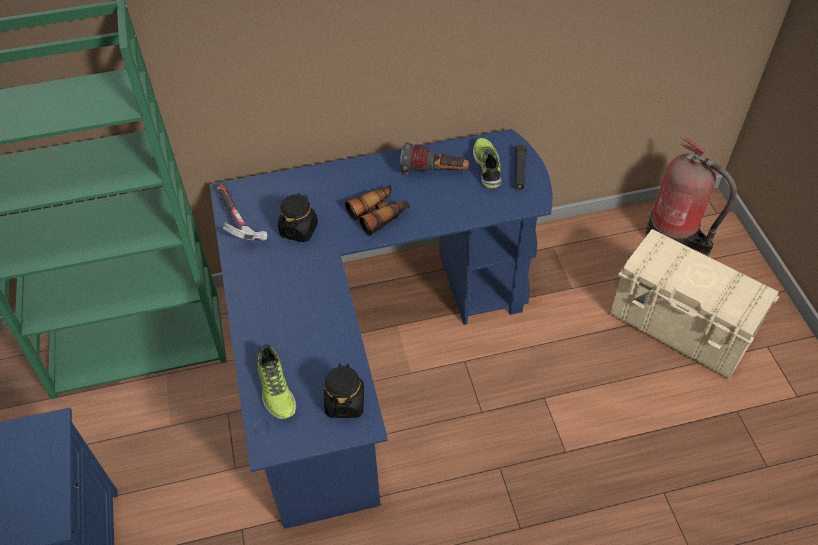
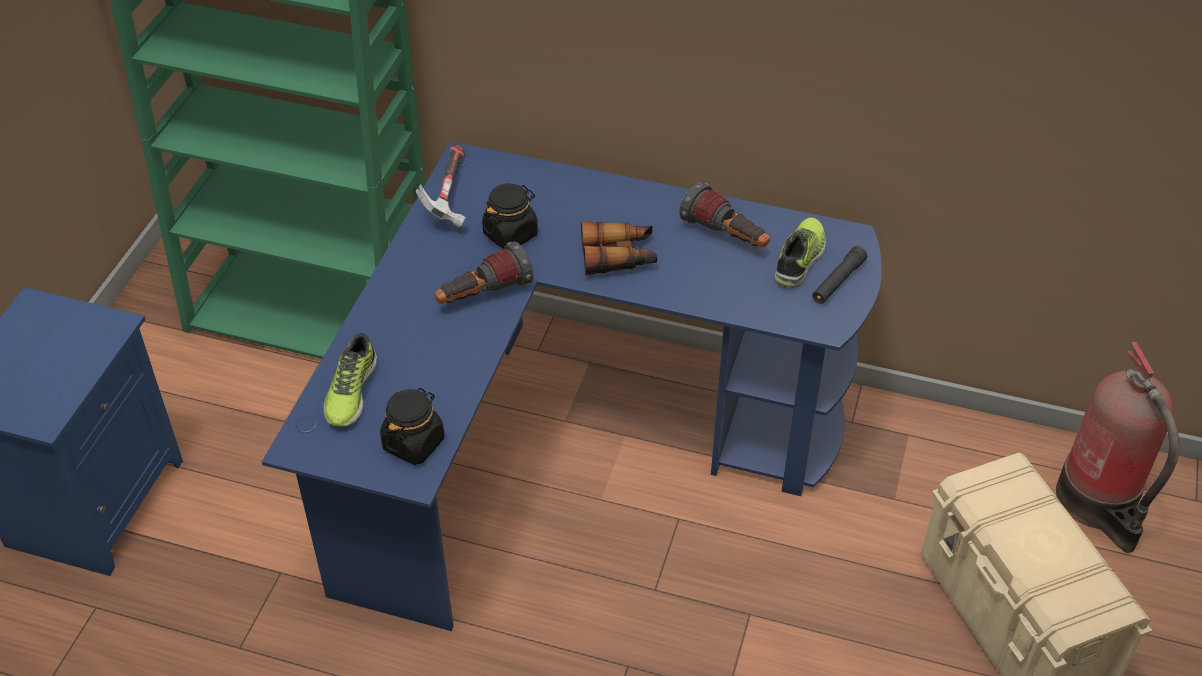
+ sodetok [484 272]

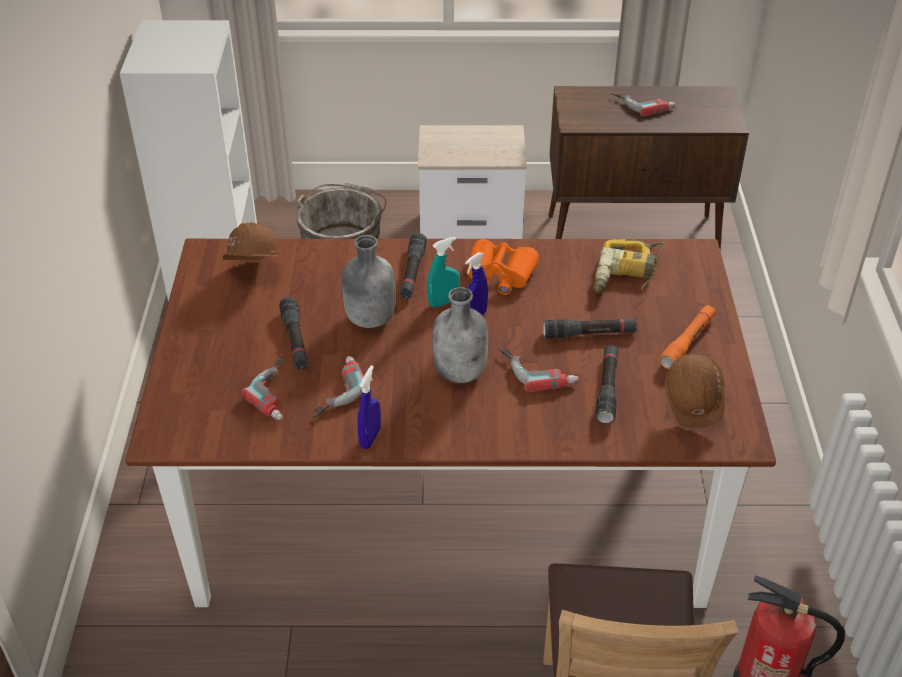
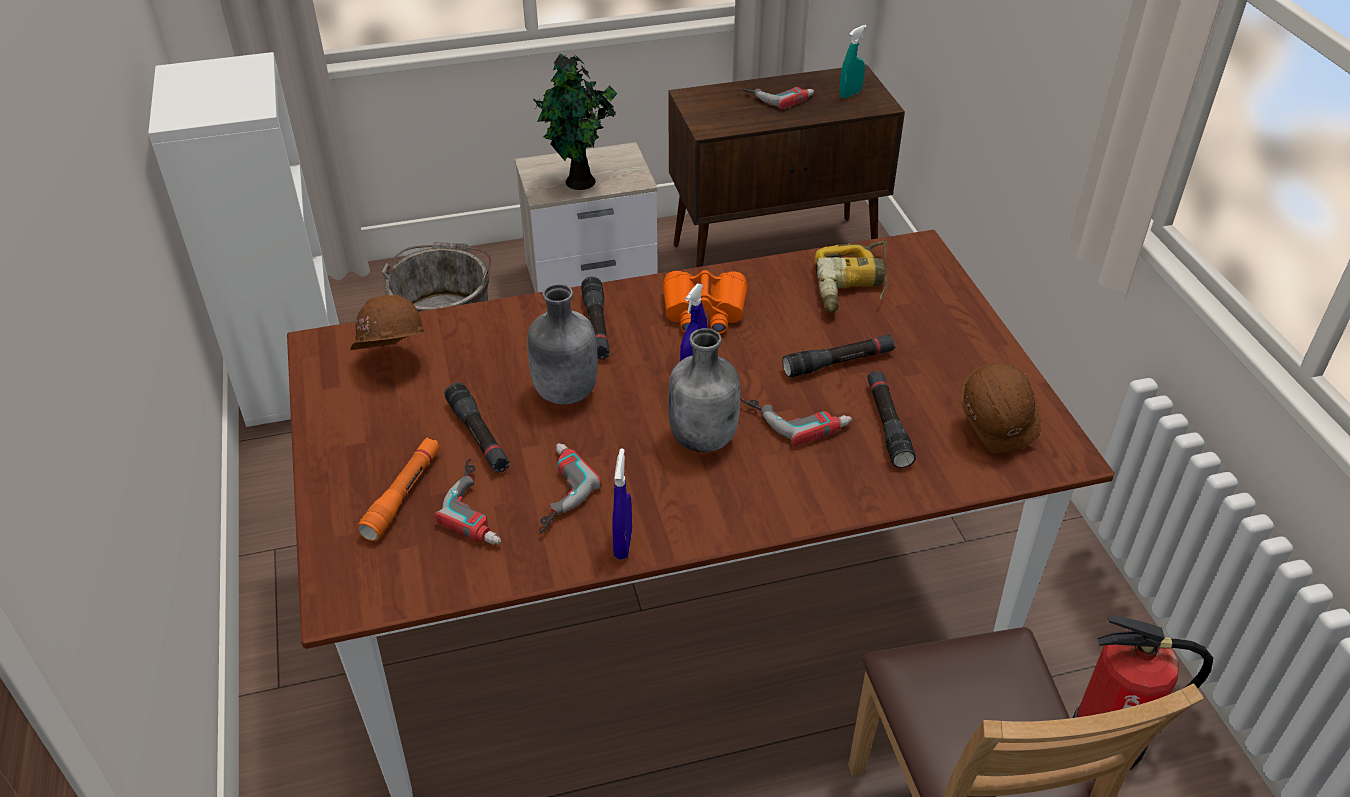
~ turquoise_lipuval [443 272] to [853 61]
~ orange_sodetok [687 337] to [398 489]
+ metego [575 121]

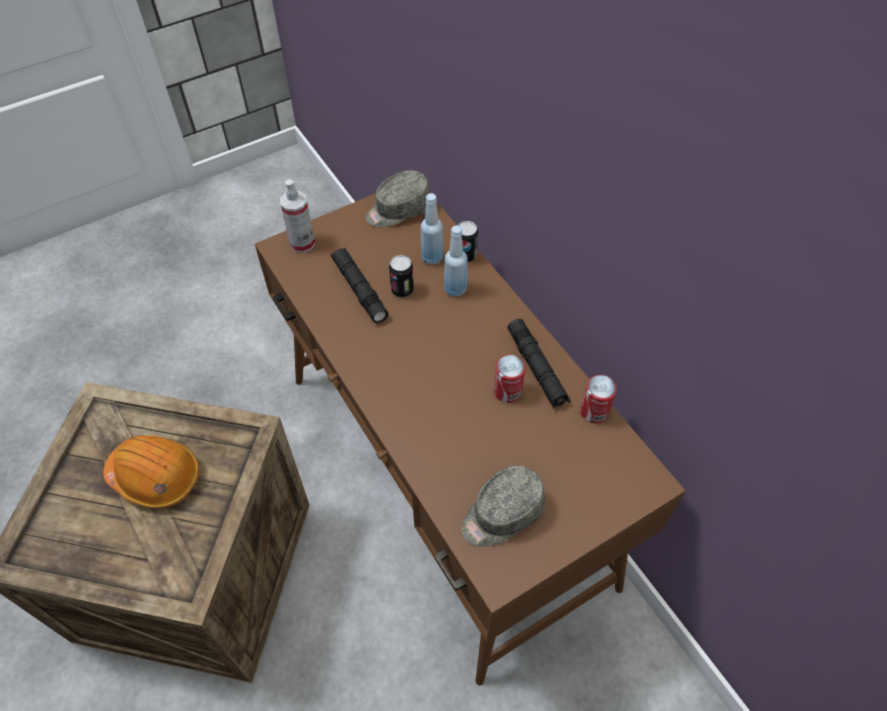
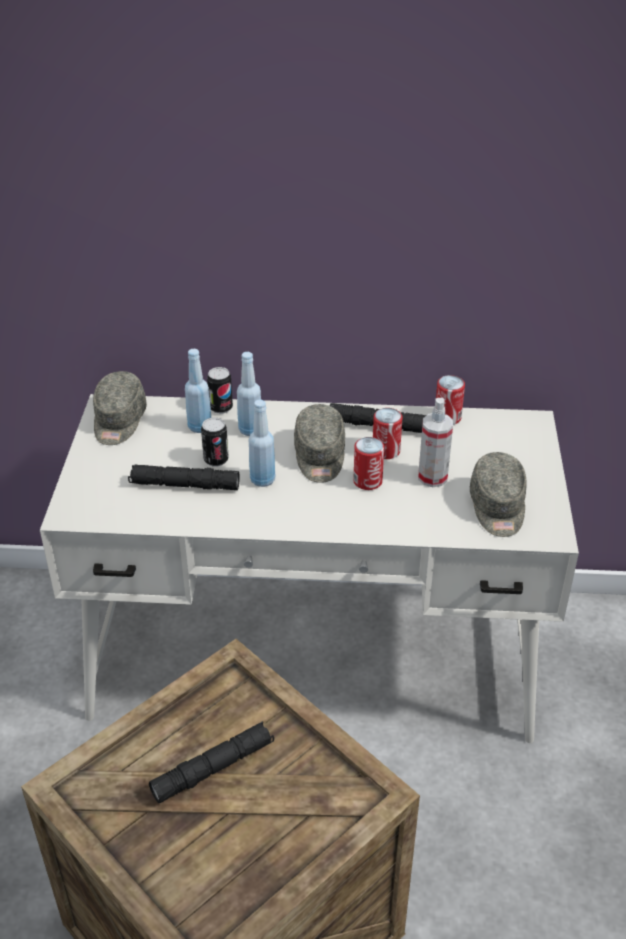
~ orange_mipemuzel [151 471] to black_sodetok [211 762]
~ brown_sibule [470 439] to white_sibule [309 568]
~ lipuval [297 216] to [435 442]
+ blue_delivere [262 443]
+ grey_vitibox [319 443]
+ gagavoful [368 463]

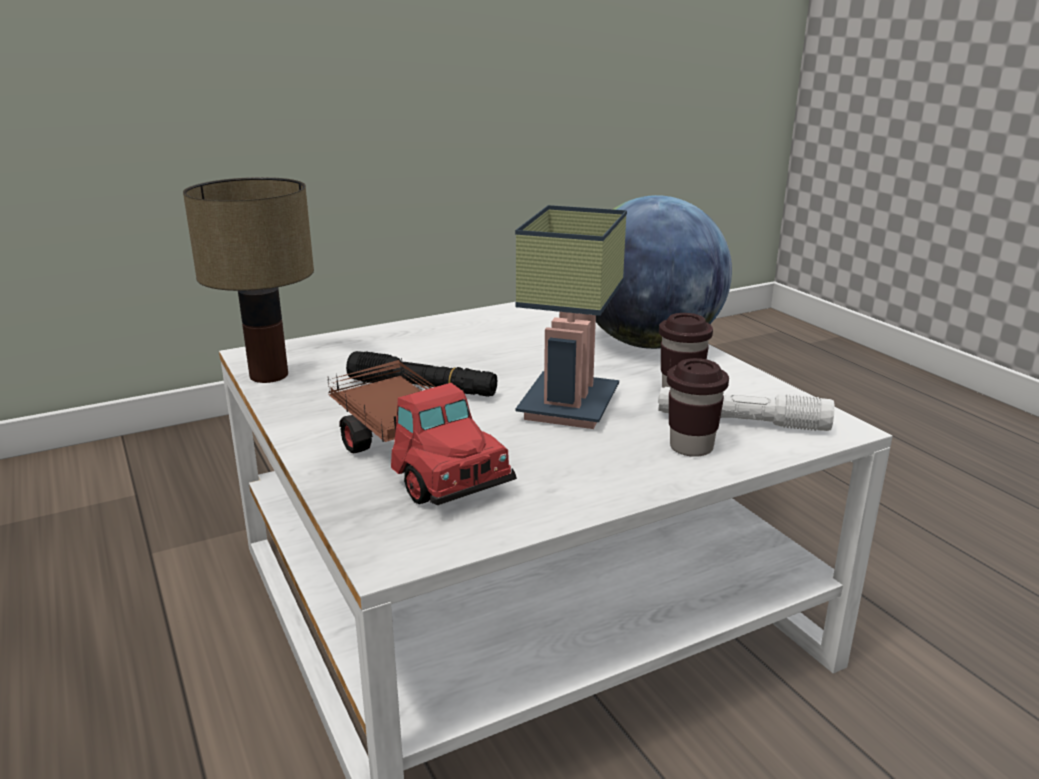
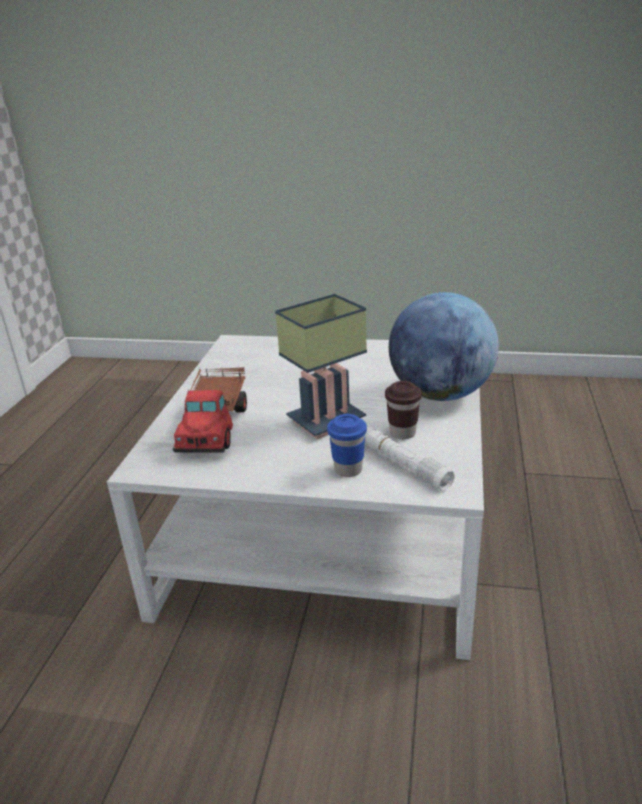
- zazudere [248 280]
- black_sodetok [421 374]
~ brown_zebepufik [698 407] to blue_zebepufik [347 445]

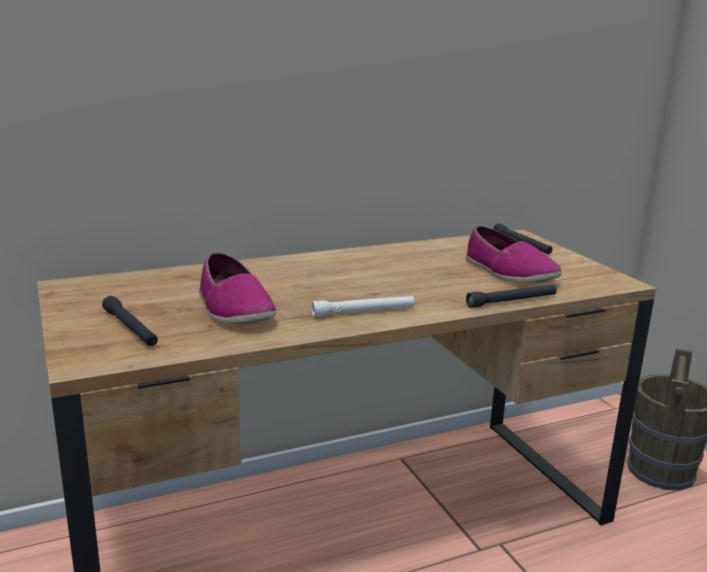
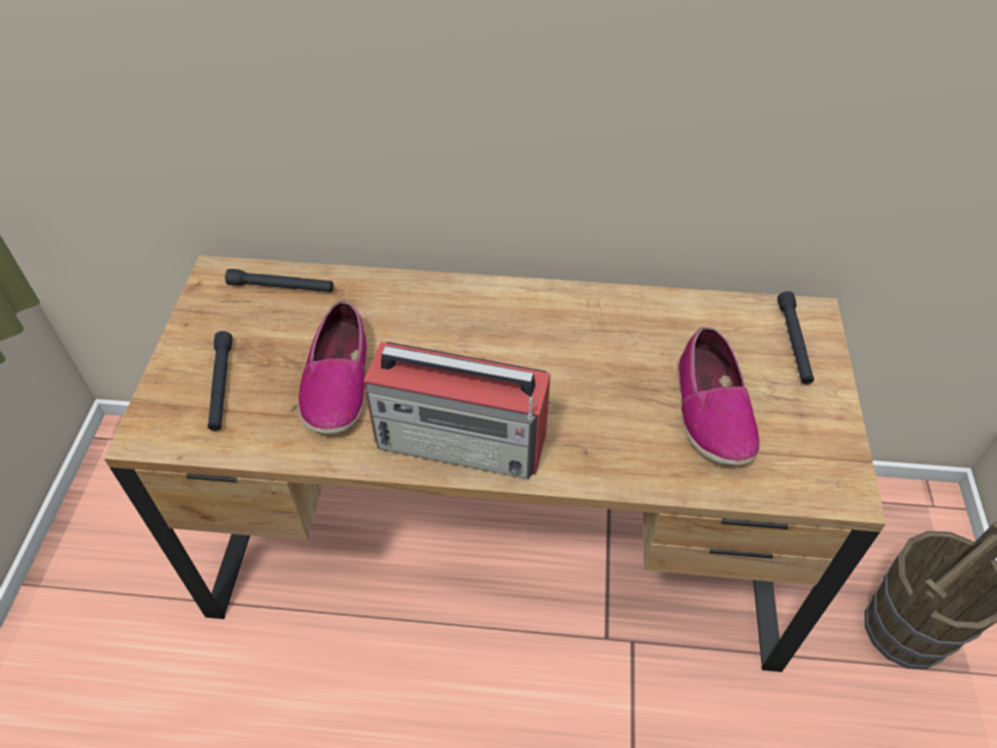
~ white_sodetok [363 306] to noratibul [457 410]
~ black_sodetok [511 296] to [279 280]

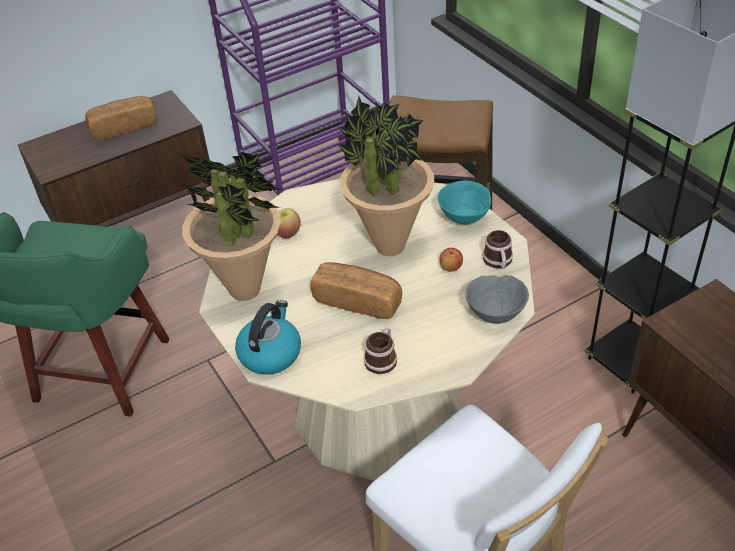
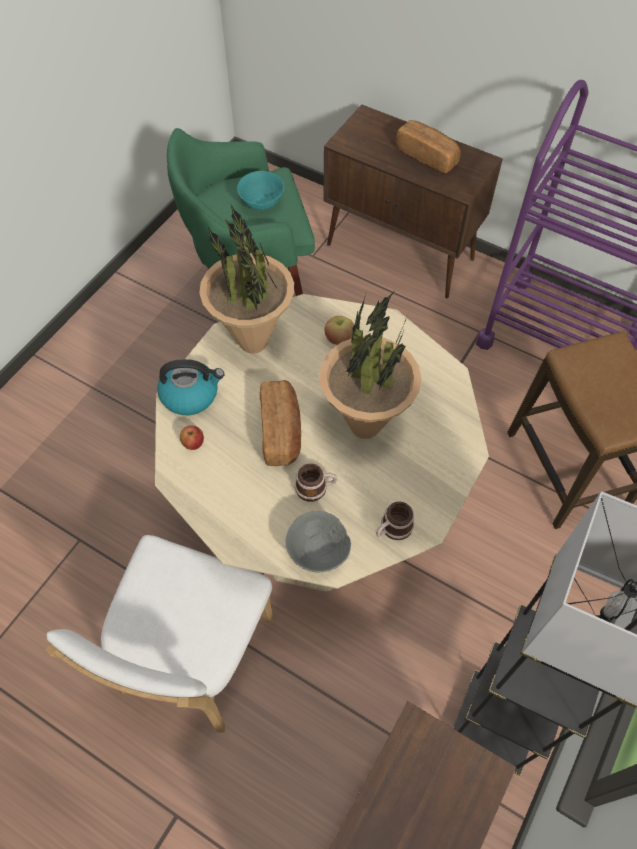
~ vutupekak [380 351] to [316 482]
~ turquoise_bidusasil [464 203] to [261 190]
~ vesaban [451 260] to [192 437]

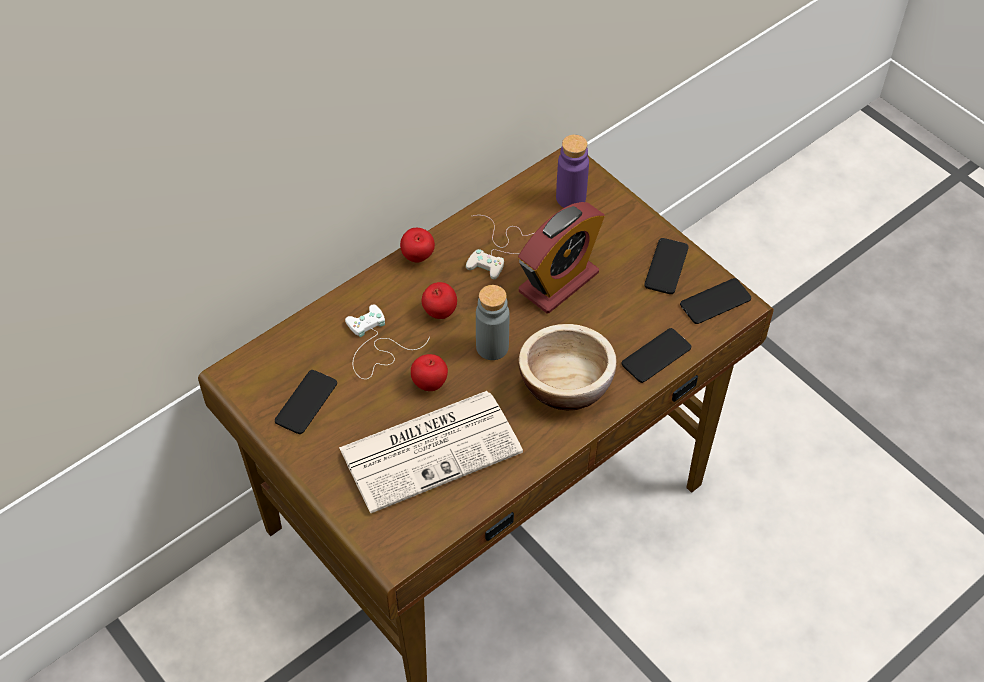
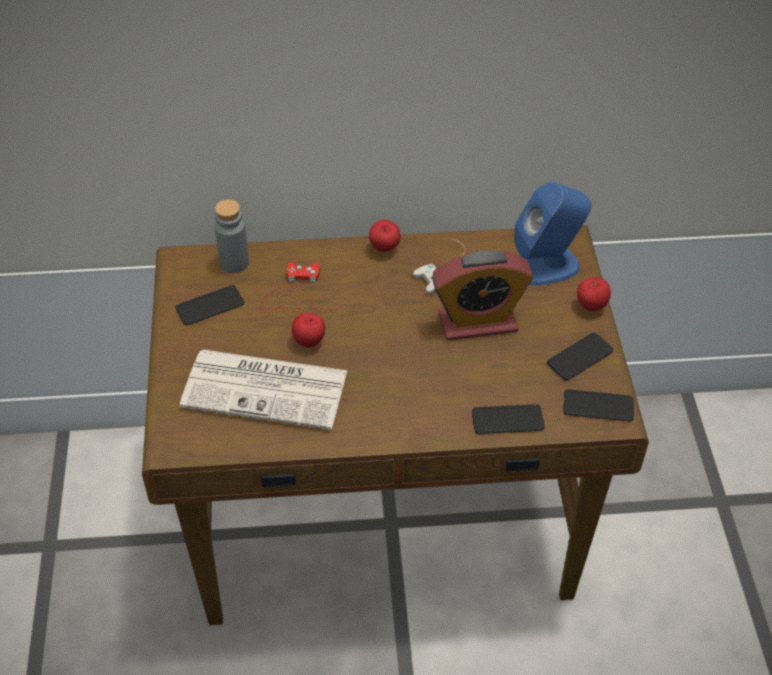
~ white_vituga [387 341] to red_vituga [299 287]
~ vesaban [439 300] to [594 294]
~ grey_delivere [492 322] to [232 236]
- bidusasil [567 367]
~ purple_delivere [572 171] to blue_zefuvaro [552 234]

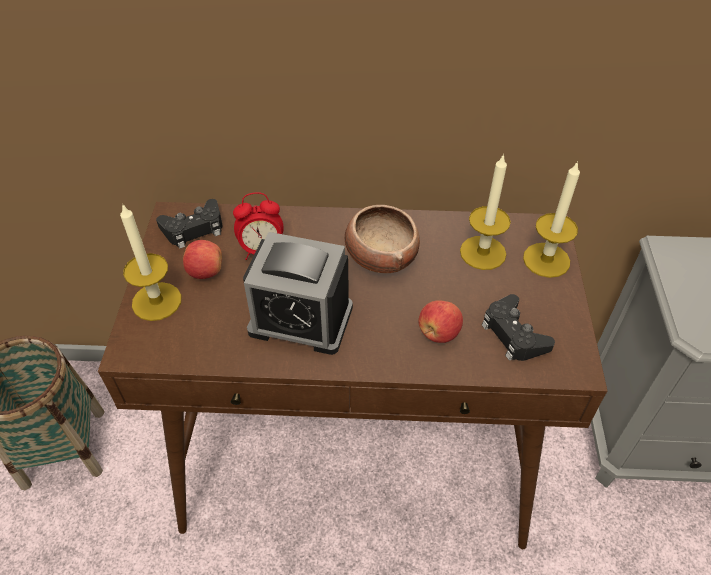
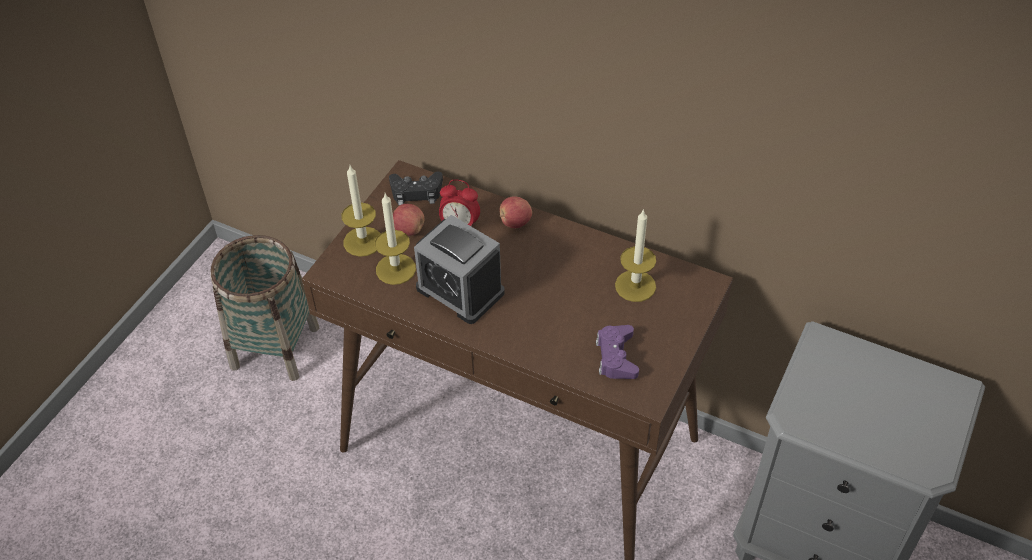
- bidusasil [382 239]
~ vesaban [440 321] to [515 212]
~ black_vituga [518 327] to purple_vituga [617 352]
~ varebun [551 219] to [395 239]

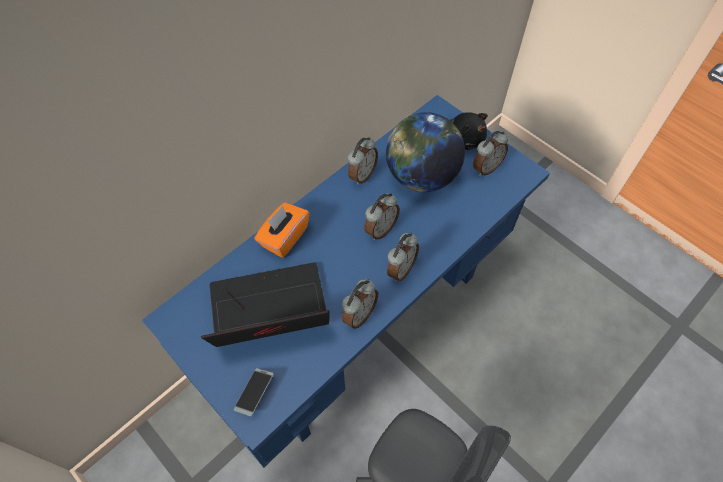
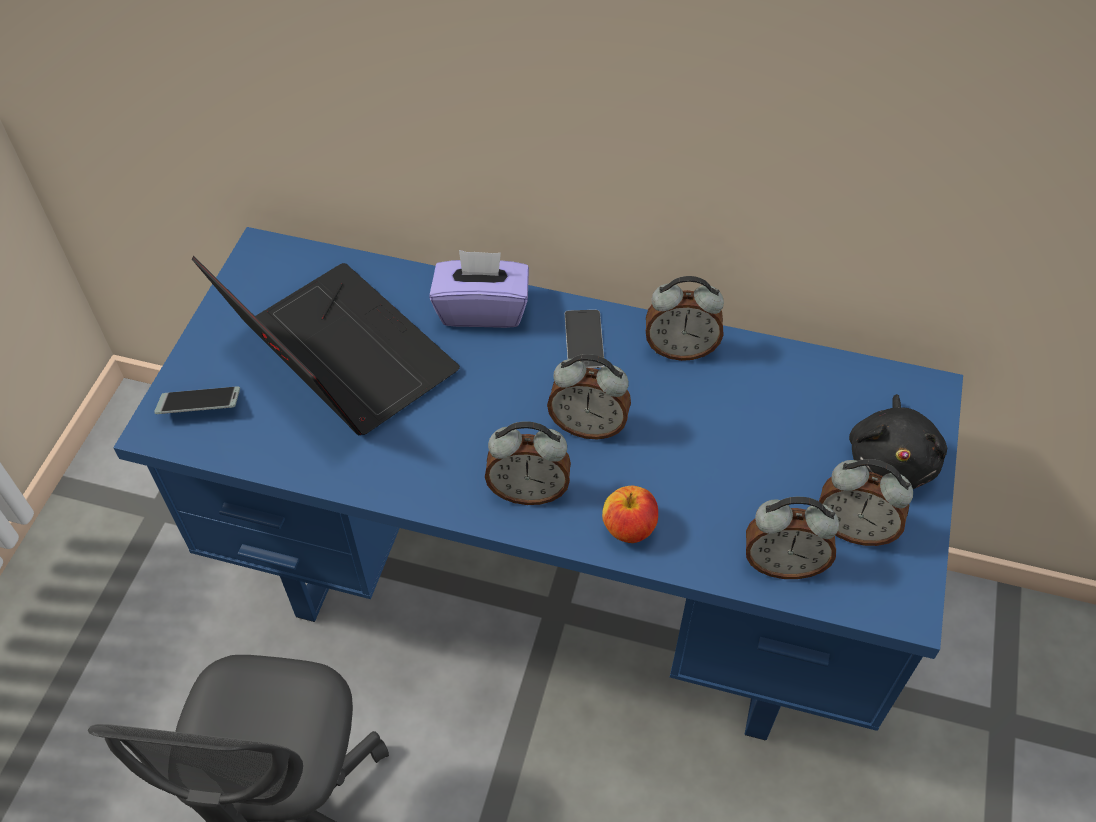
~ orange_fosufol [282 230] to purple_fosufol [479 289]
~ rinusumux [360 304] to [792 538]
- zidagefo [425 152]
+ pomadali [584 339]
+ vesaban [630 514]

